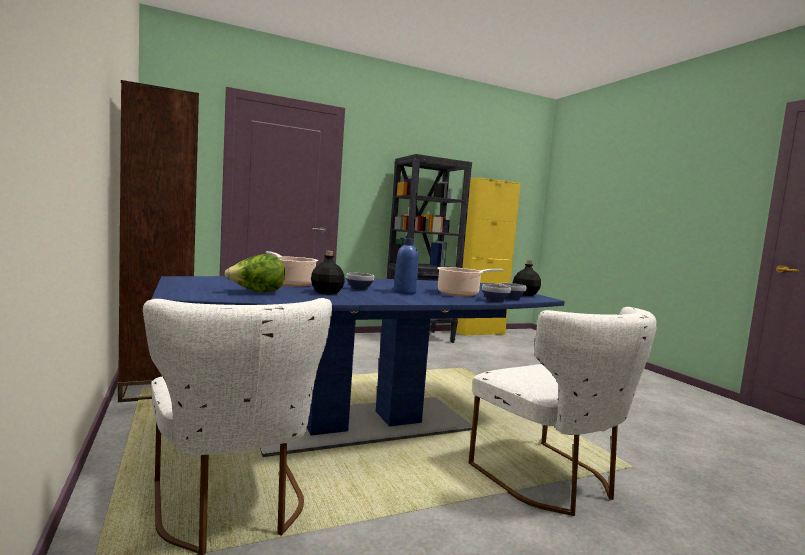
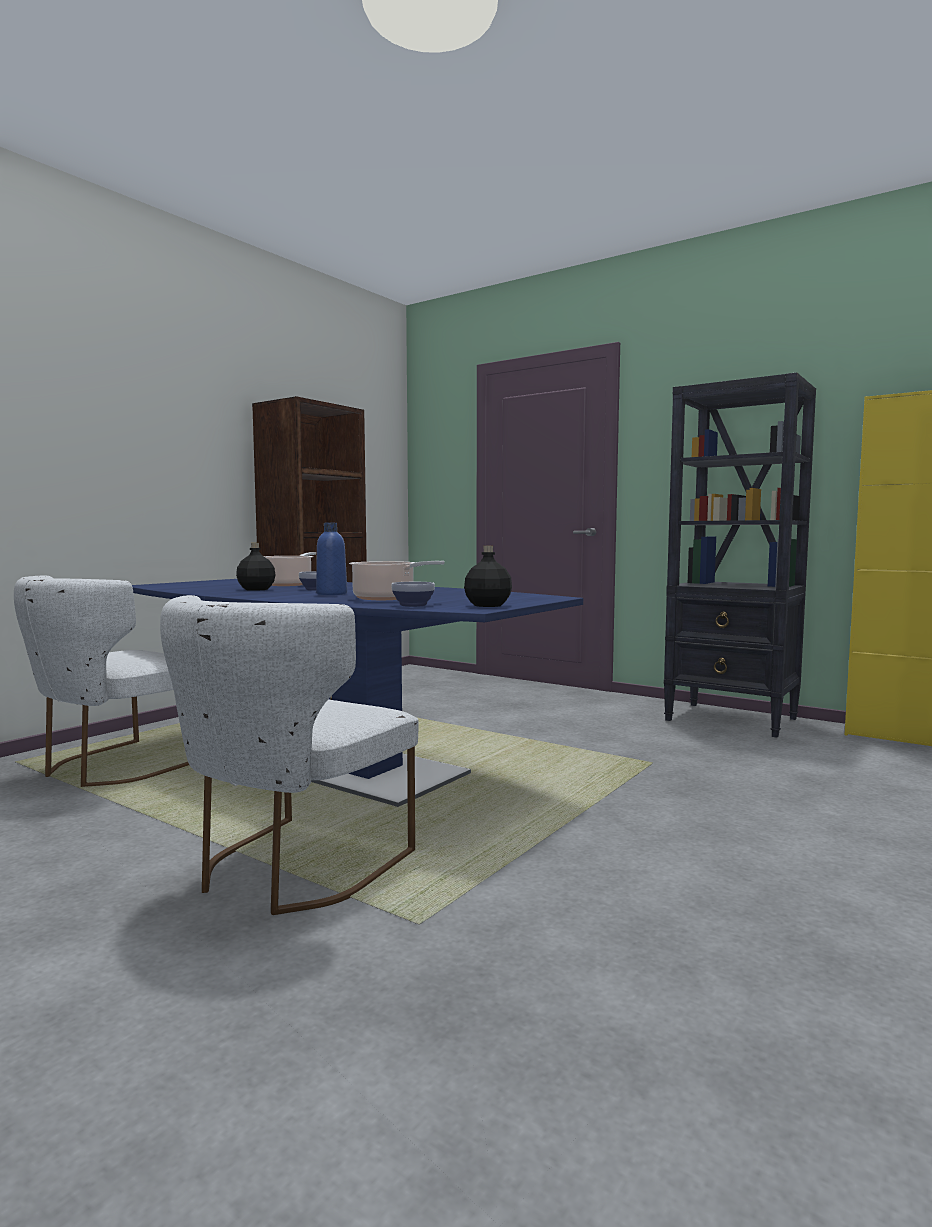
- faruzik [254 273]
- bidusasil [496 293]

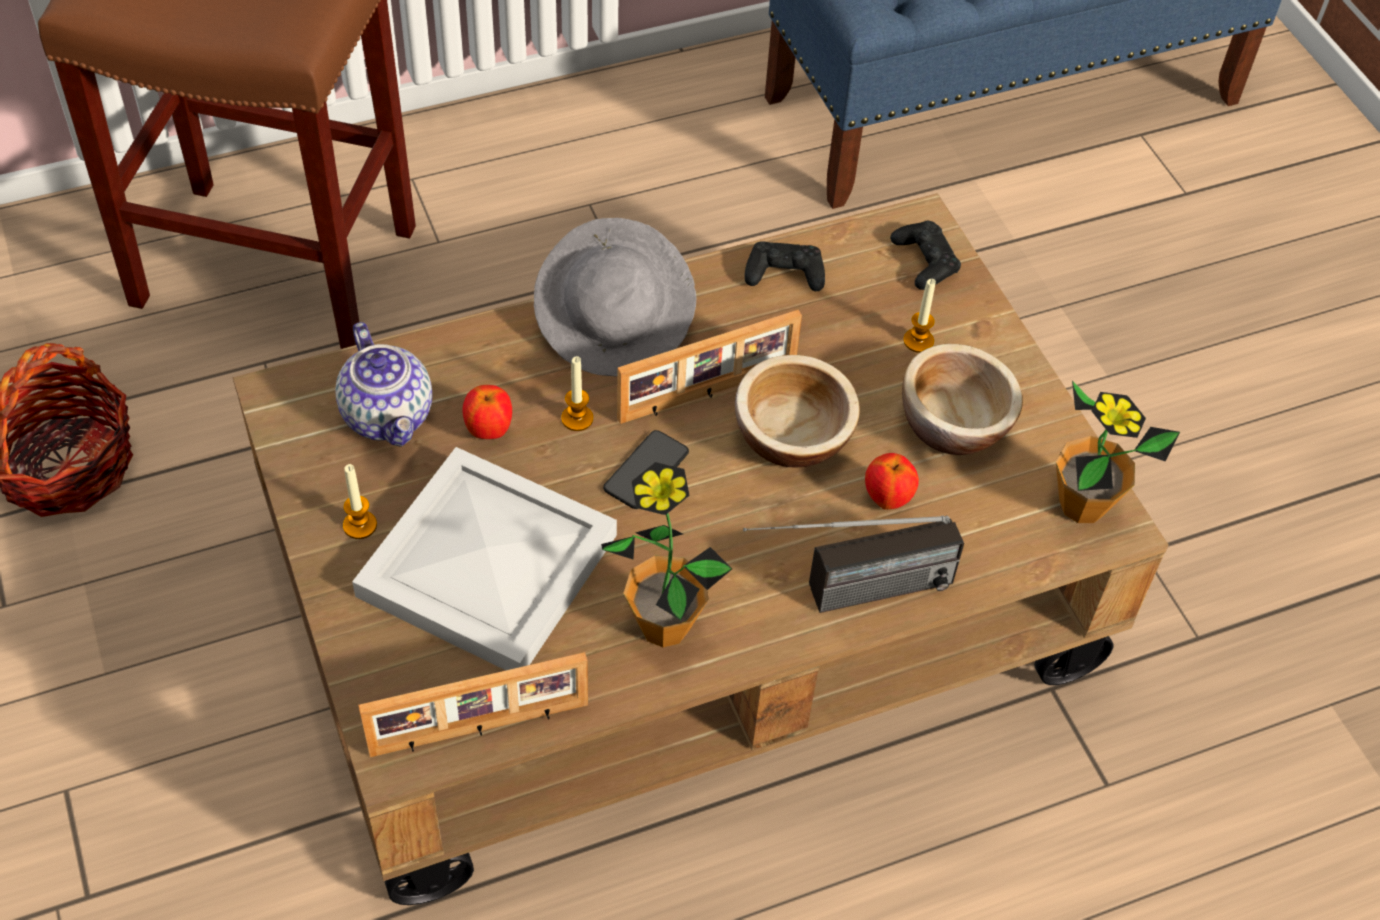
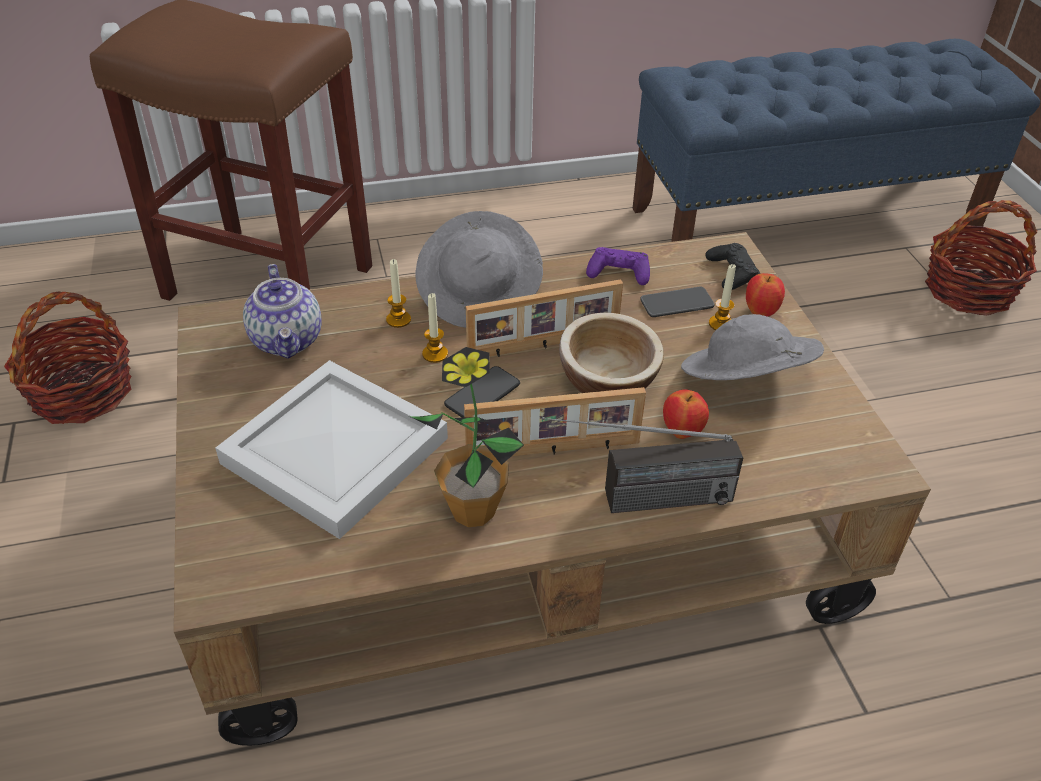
~ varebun [360 501] to [398 293]
~ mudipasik [473 704] to [555 421]
~ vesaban [487 412] to [765 295]
~ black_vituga [784 266] to purple_vituga [618 266]
~ bidusasil [962 399] to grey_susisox [752 347]
- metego [1118 452]
+ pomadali [677 302]
+ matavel [981 258]

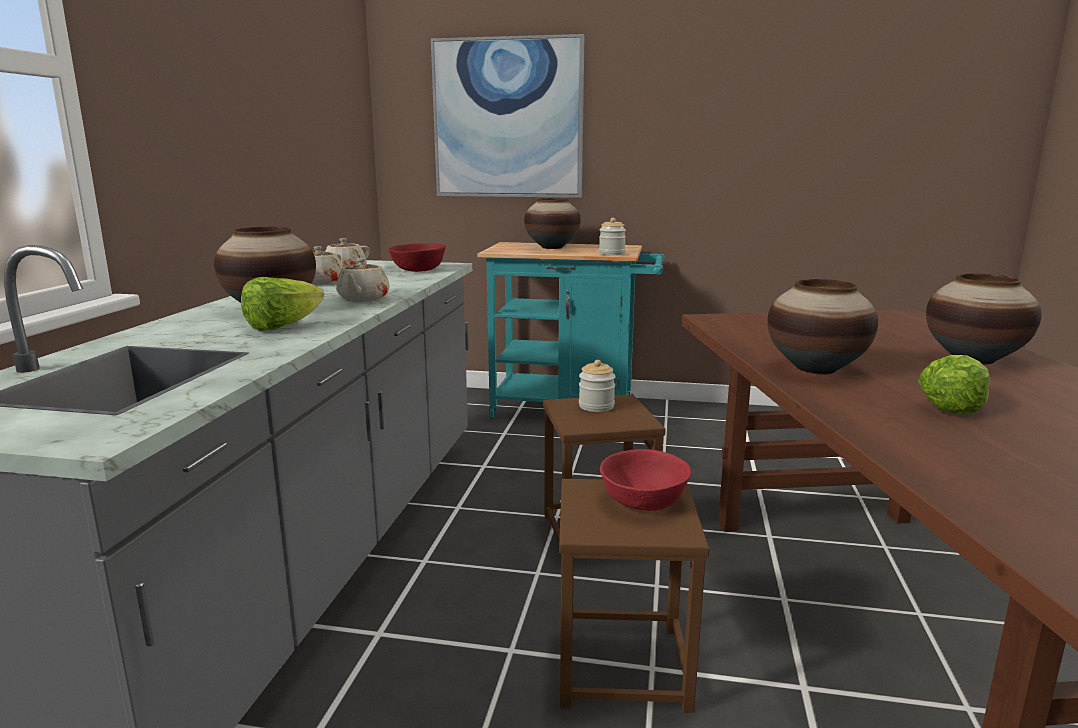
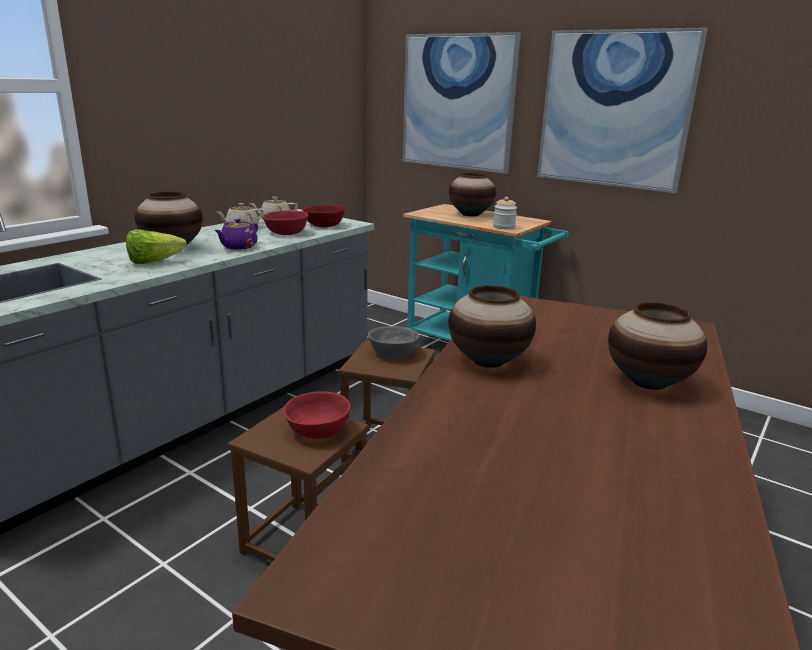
~ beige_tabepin [363 280] to purple_tabepin [236 234]
~ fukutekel [597 386] to grey_bidusasil [393 342]
- faruzik [954 384]
+ red_bidusasil [285 223]
+ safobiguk [622 110]

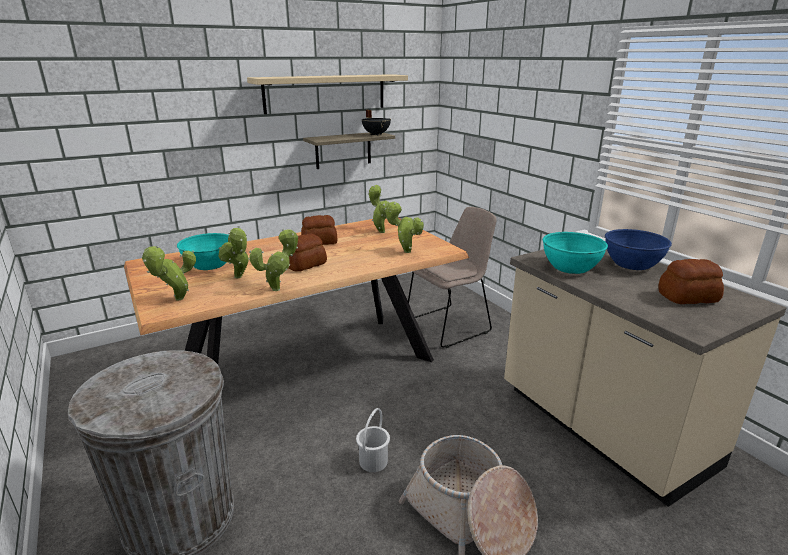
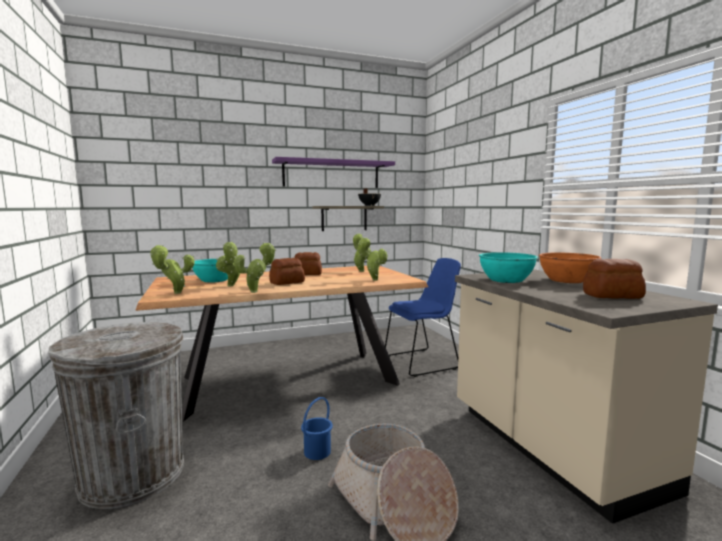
~ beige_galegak [327 94] to purple_galegak [333 172]
~ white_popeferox [373 440] to blue_popeferox [317 428]
~ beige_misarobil [452 277] to blue_misarobil [423 317]
~ blue_bidusasil [638 249] to orange_bidusasil [570 268]

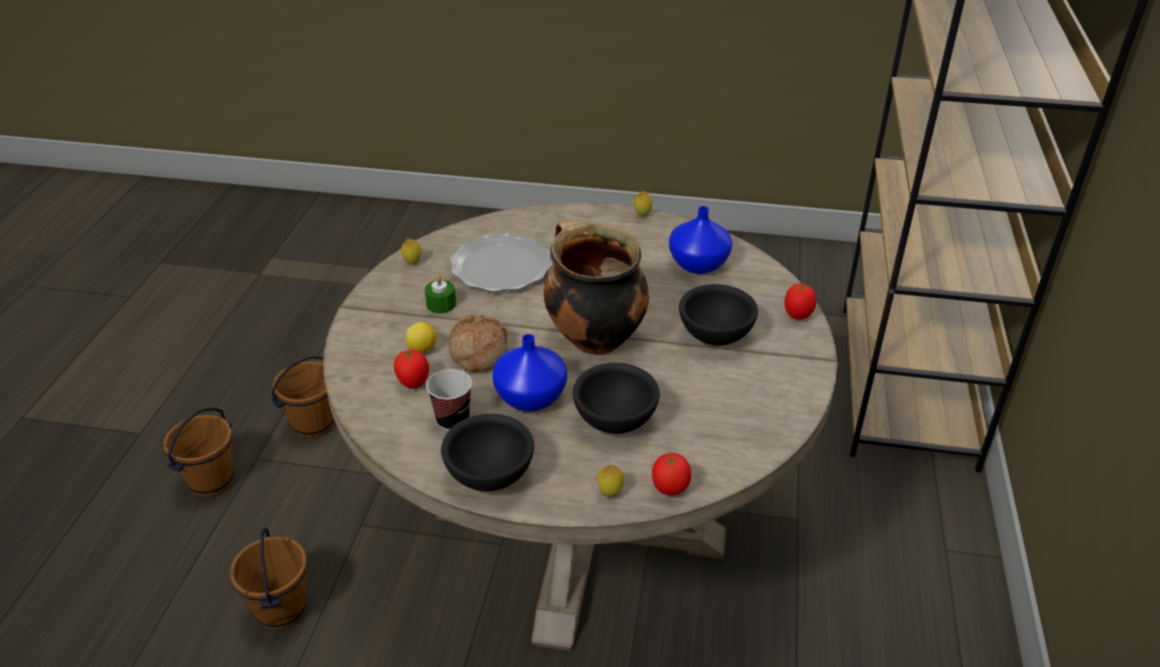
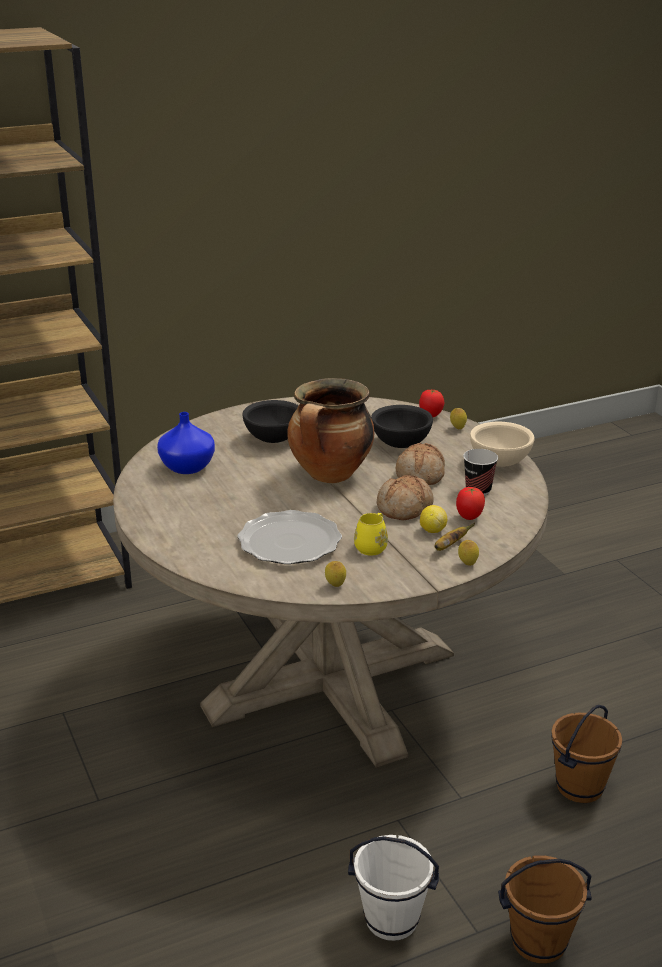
~ brown_popeferox [302 397] to white_popeferox [393 888]
~ green_varebun [440 294] to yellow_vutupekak [371 534]
~ black_bidusasil [487 452] to beige_bidusasil [502 444]
~ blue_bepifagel [529 373] to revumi [420 464]
~ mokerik [643 203] to [468 553]
- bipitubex [800 302]
+ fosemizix [454 537]

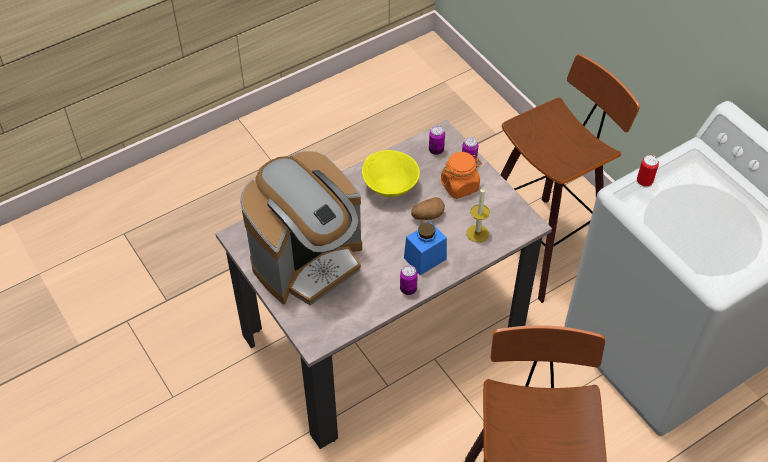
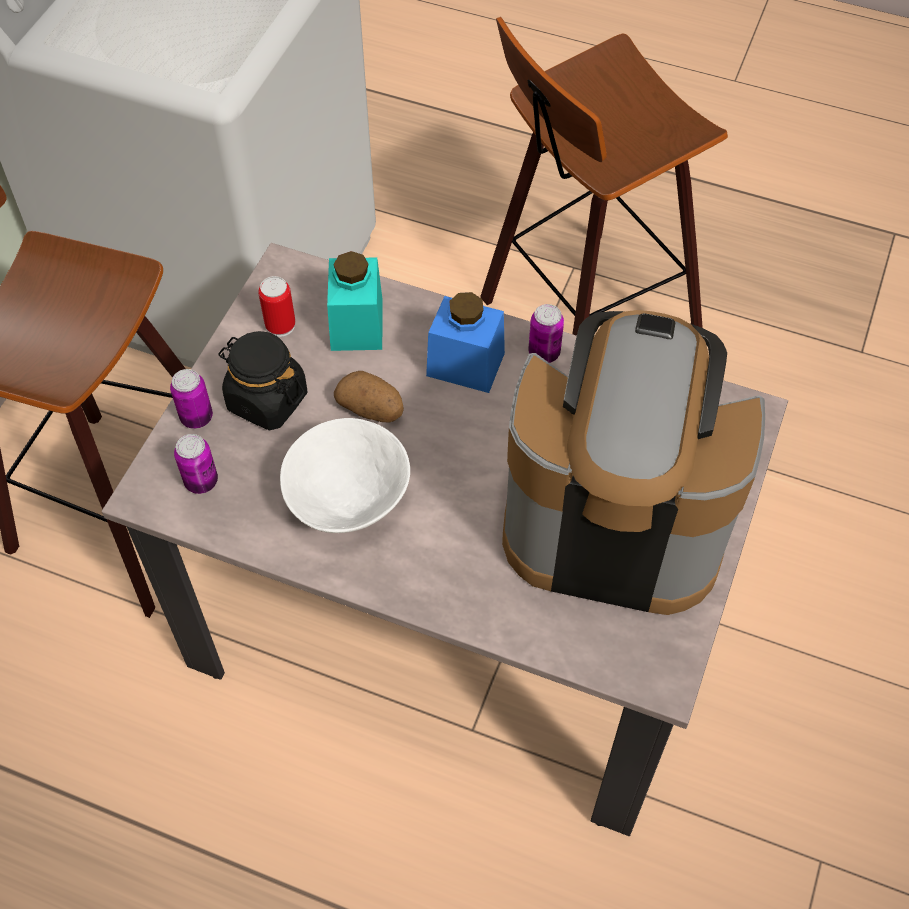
~ yellow_bidusasil [391 173] to white_bidusasil [345 475]
~ orange_fukutekel [461 175] to black_fukutekel [263 380]
~ varebun [478 214] to turquoise_fukutekel [355 301]
~ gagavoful [648 171] to [276 306]

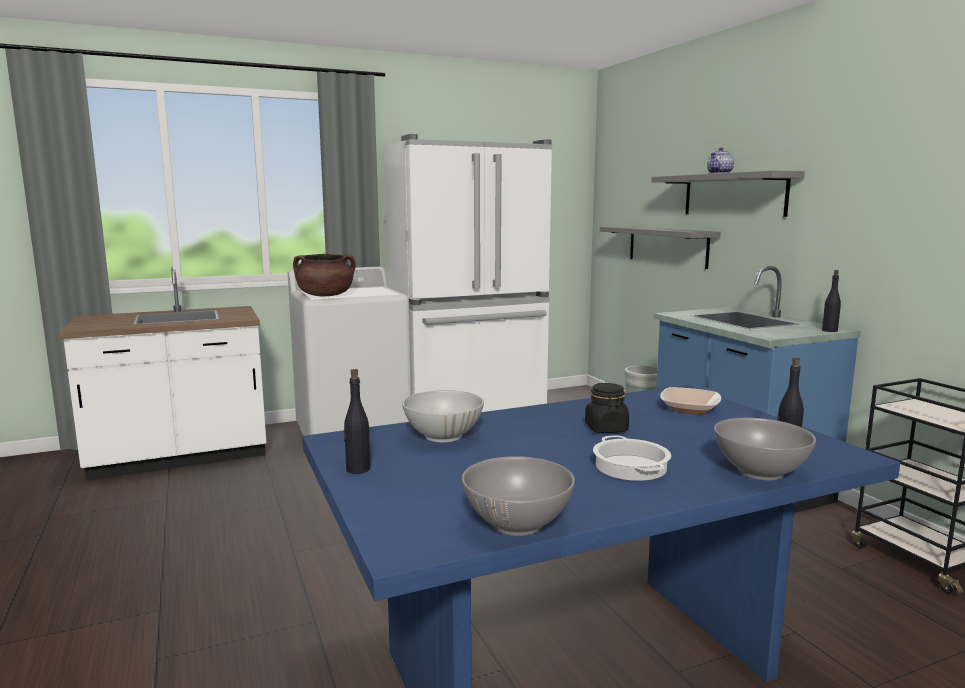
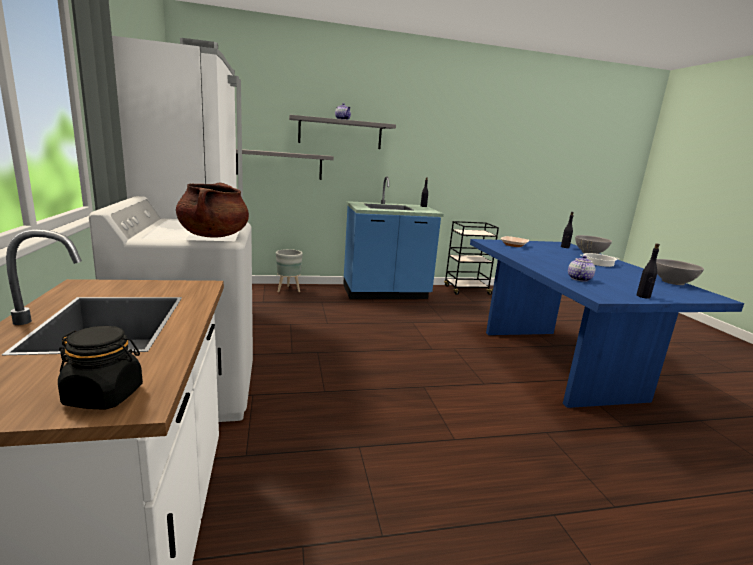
~ white_bidusasil [443 416] to tabepin [581 269]
~ black_fukutekel [607 408] to [100 368]

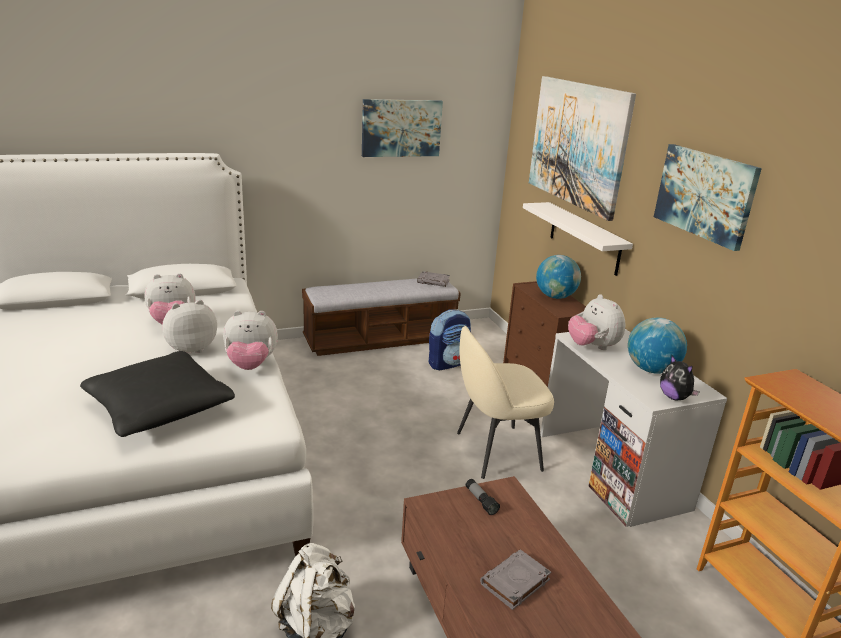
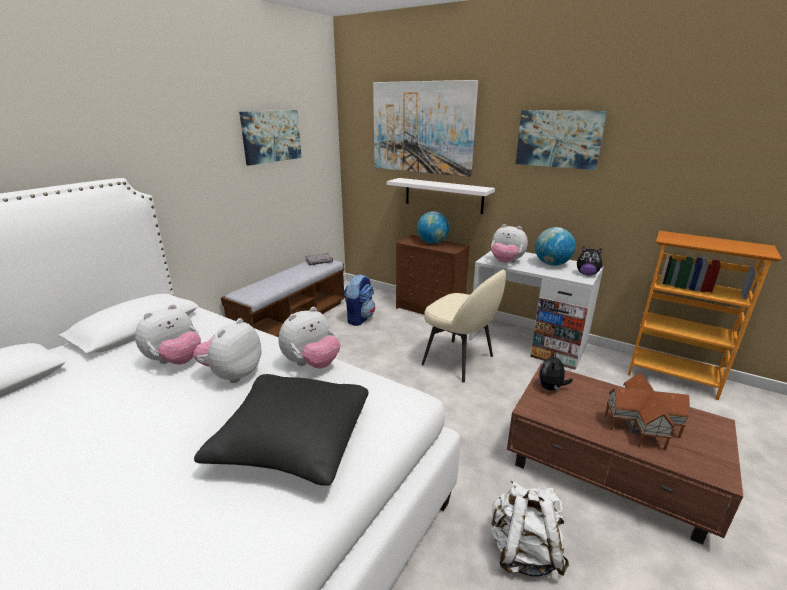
~ beige_misarobil [505 402] = [464 326] 90 degrees counterclockwise
~ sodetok [483 497] to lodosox [556 371]
~ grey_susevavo [515 579] to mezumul [648 411]

